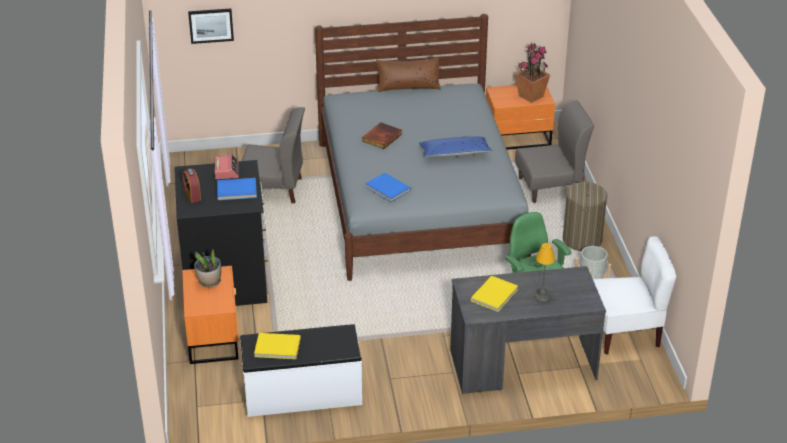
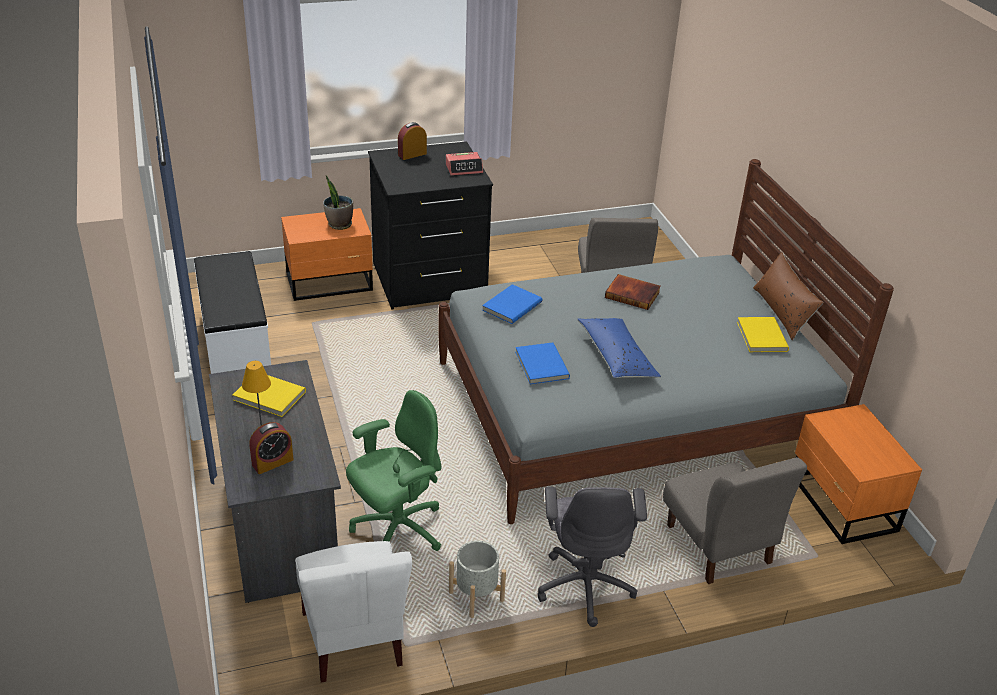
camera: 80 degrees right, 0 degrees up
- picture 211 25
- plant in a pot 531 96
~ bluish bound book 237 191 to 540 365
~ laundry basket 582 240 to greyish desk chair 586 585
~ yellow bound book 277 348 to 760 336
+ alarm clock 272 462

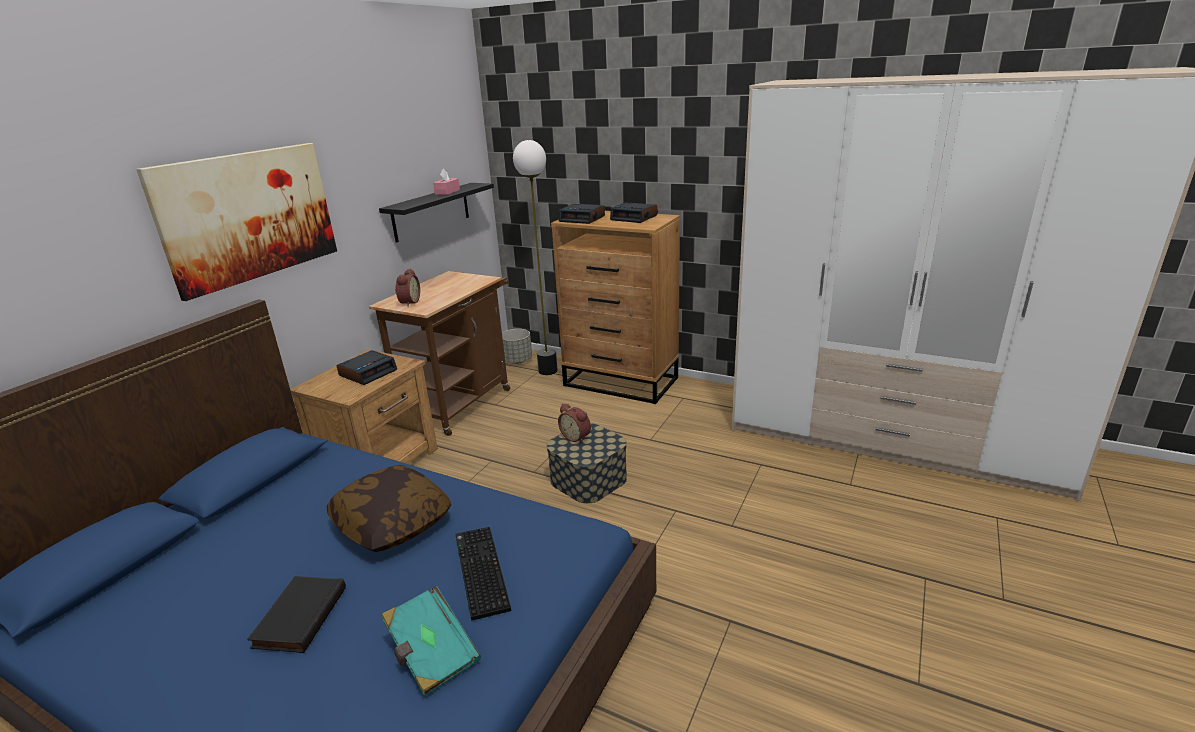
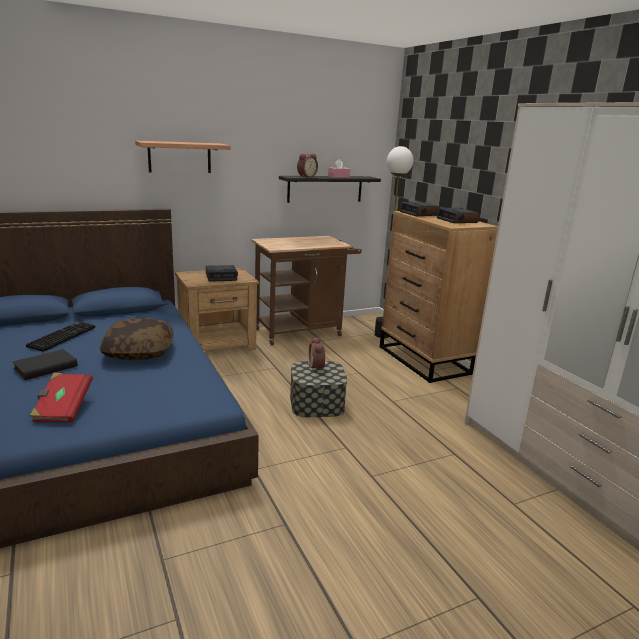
camera: 35 degrees right, 5 degrees down
~ picture 249 216 to bracket shelf 179 157
~ alarm clock 408 302 to 306 176
- greyish planter 517 360
~ computer keyboard 479 571 to 62 336
~ turquoise-coloured bound book 431 653 to red bound book 63 408

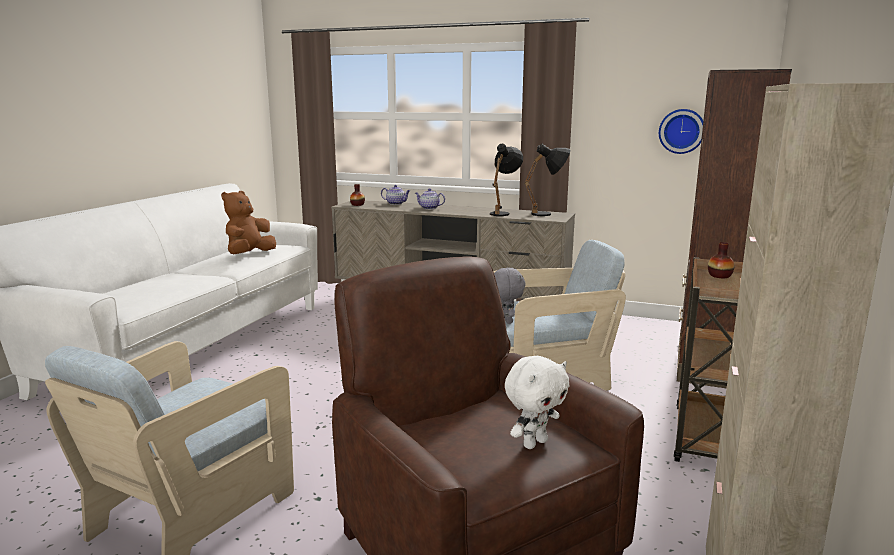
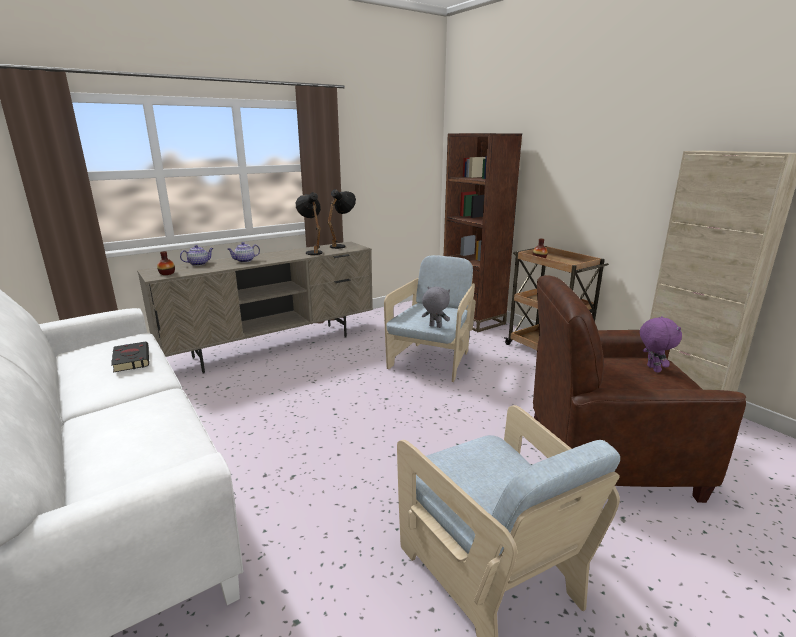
camera: 55 degrees left, 5 degrees up
- wall clock 681 131
~ brown-coloured cuddly toy 249 254 to black-coloured bound book 131 359
~ white-coloured cuddly toy 534 443 to purple-coloured cuddly toy 652 369

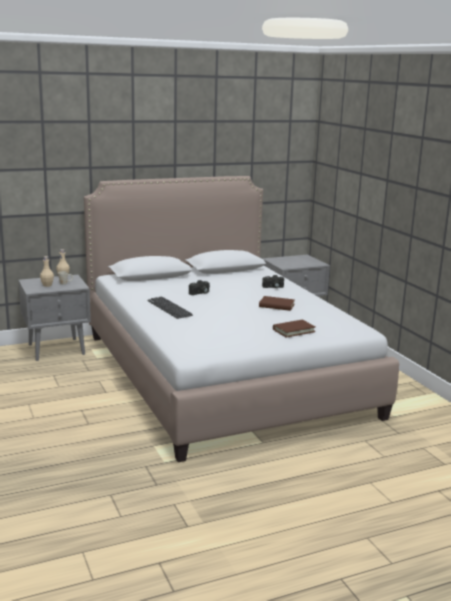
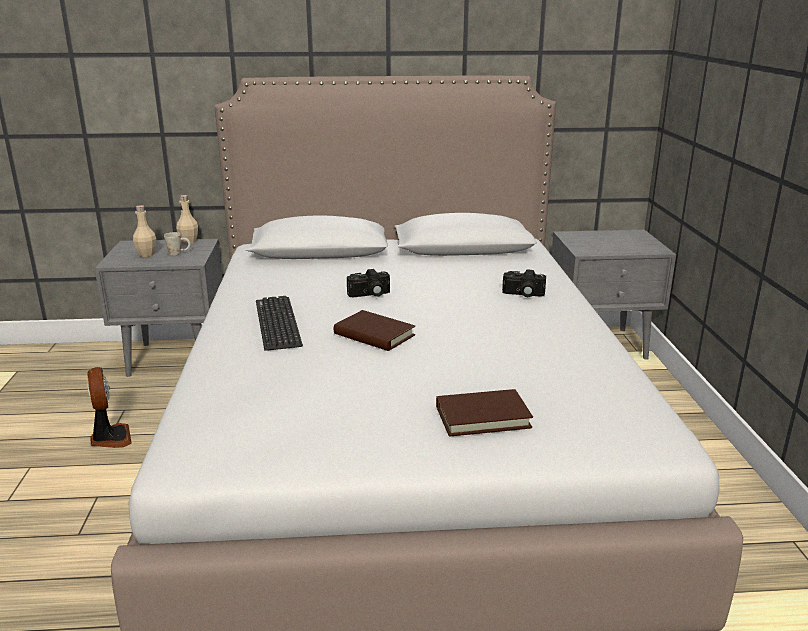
camera: 20 degrees right, 5 degrees up
~ brown-coloured bound book 276 305 to 374 335
+ electric fan 110 438

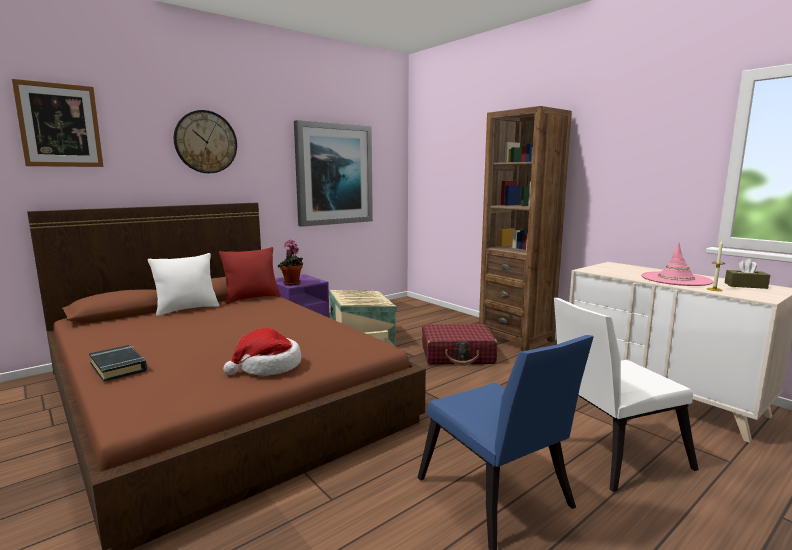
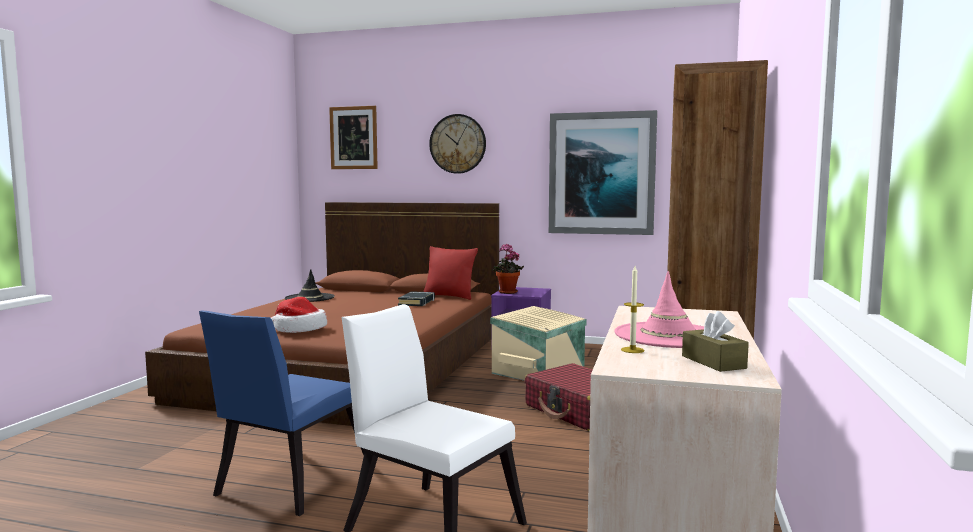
camera: 55 degrees right, 5 degrees down
- white-coloured cushion 187 309
~ black-coloured bound book 118 367 to 417 302
+ black-coloured wearable hat 310 298

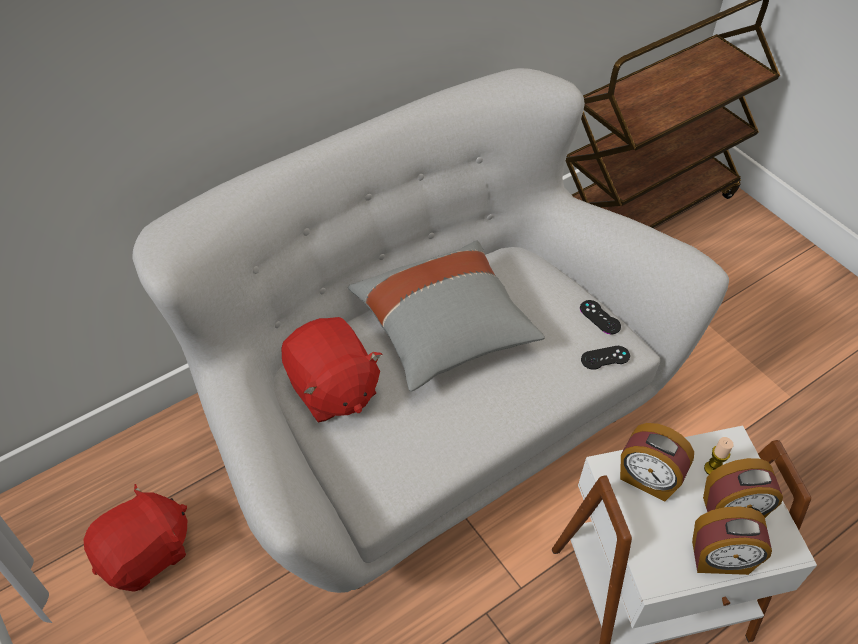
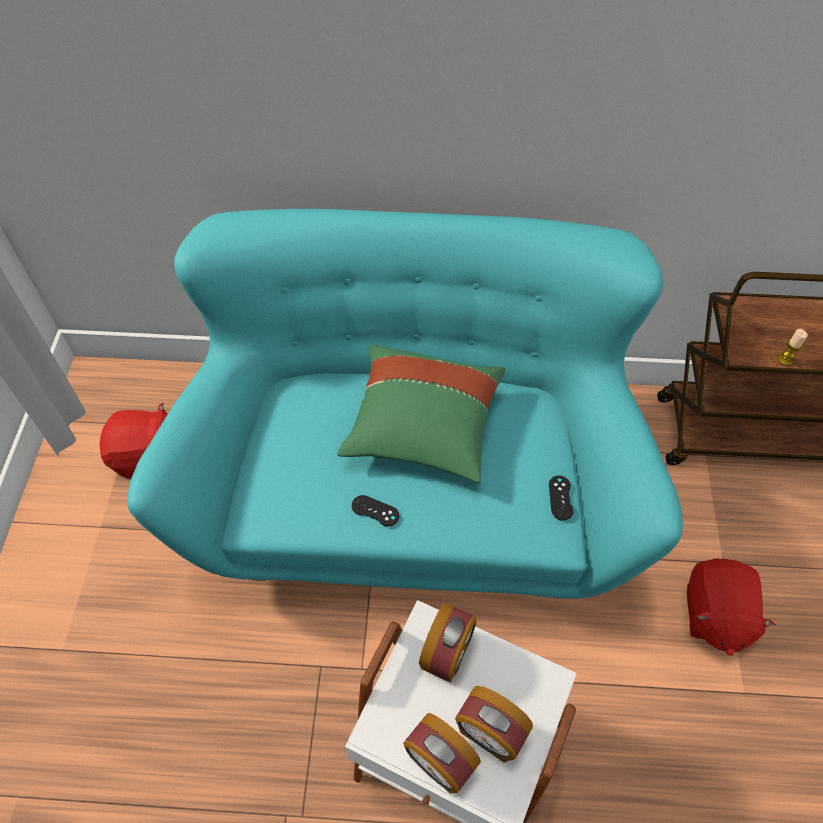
camera: 40 degrees right, 5 degrees up
~ white-coloured settee 428 417 to turquoise-coloured settee 411 491
~ greyish cushion 444 331 to greenish cushion 422 426
~ red cuddly toy 332 389 to 714 614
~ black-coloured gamepad 605 358 to 375 511
~ alarm clock 647 479 = 447 654 135 degrees counterclockwise
~ wax light 712 469 to 785 359

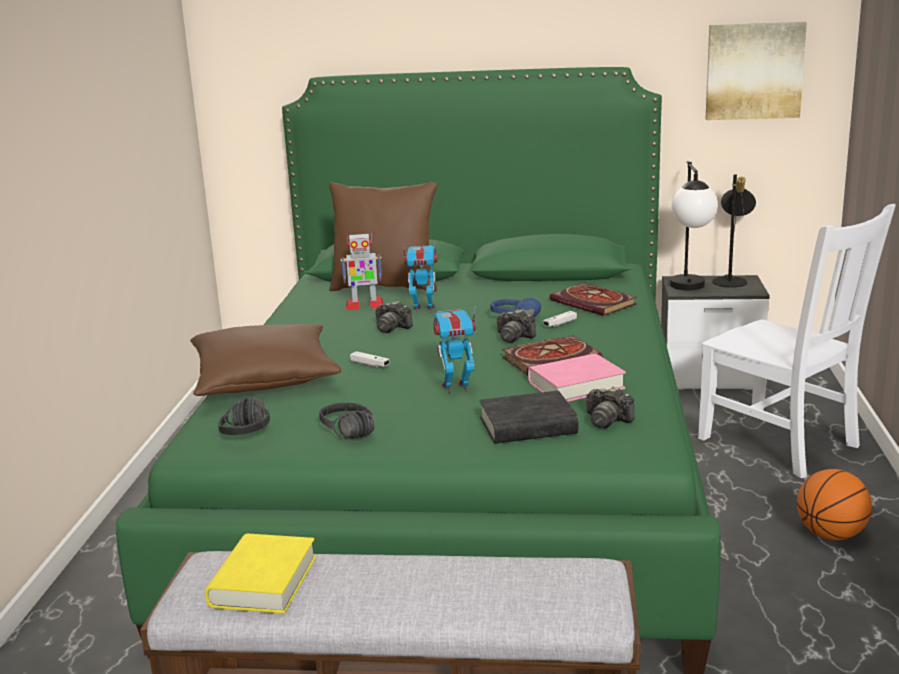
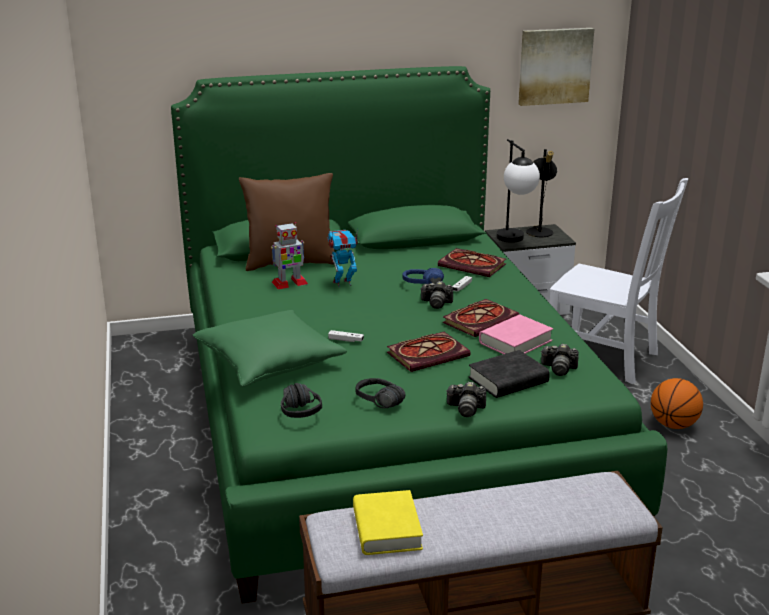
camera: 20 degrees left, 5 degrees up
~ still camera 391 328 to 466 409
~ toy robot 456 388 to bound book 428 354
~ brown-coloured cushion 265 379 to greenish cushion 269 363

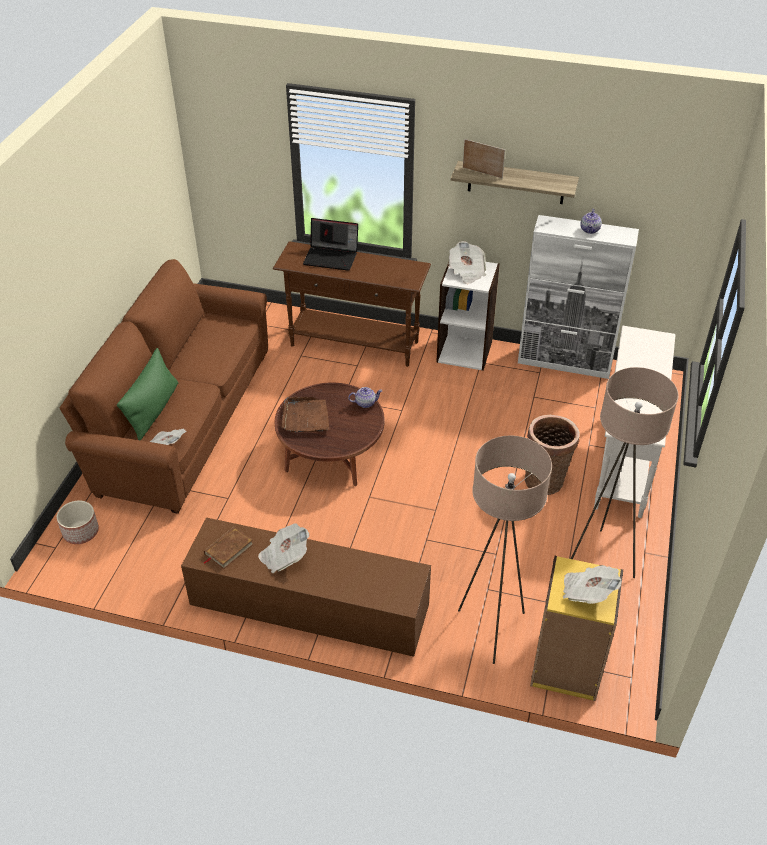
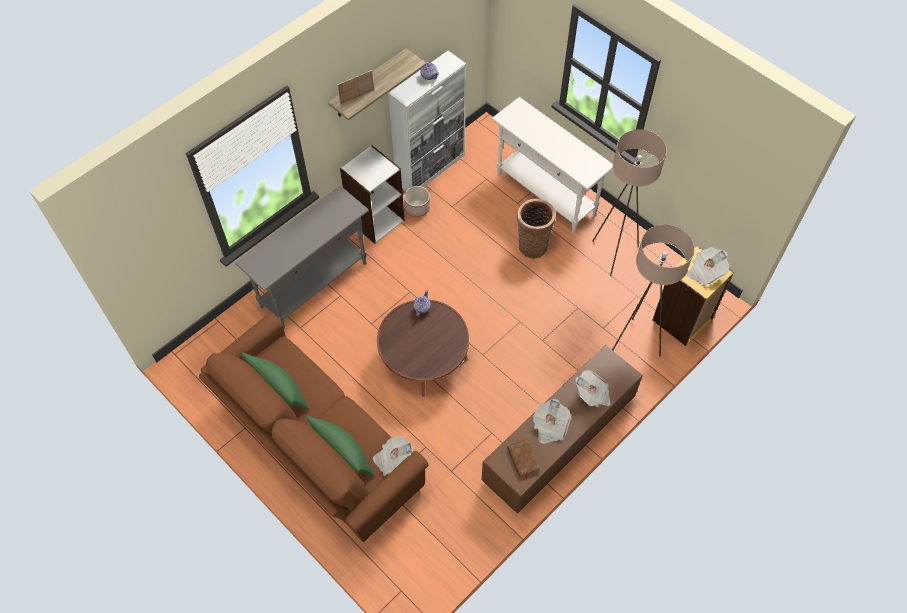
camera: 60 degrees left, 15 degrees up
- notebook computer 332 257
~ brown-coloured narrow table 354 344 to greyish narrow table 314 285
~ printed paper 467 272 to 592 394
- brown-coloured carrying tray 305 417
~ planter 81 531 to 417 207
+ greenish cushion 279 389

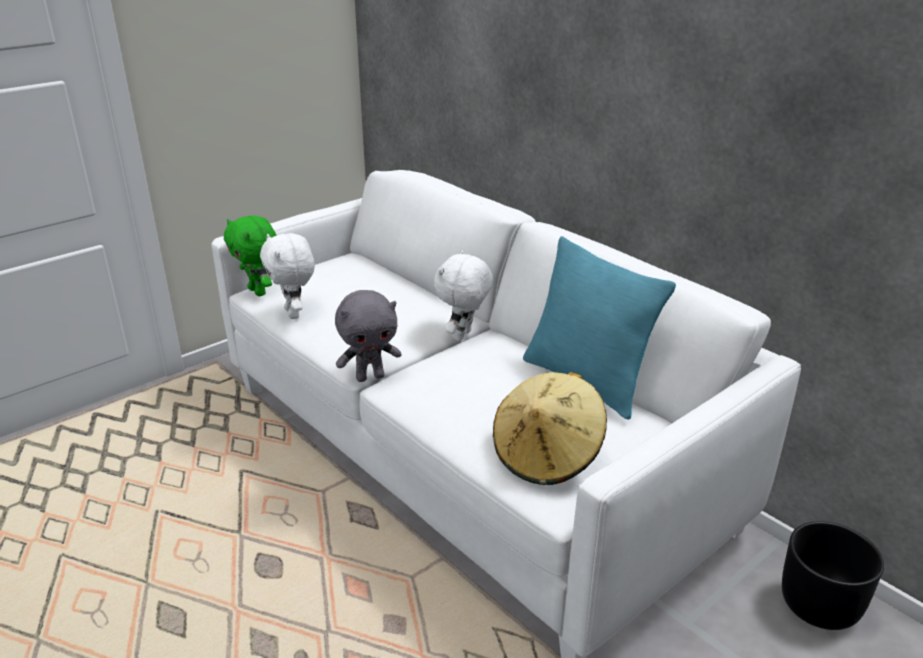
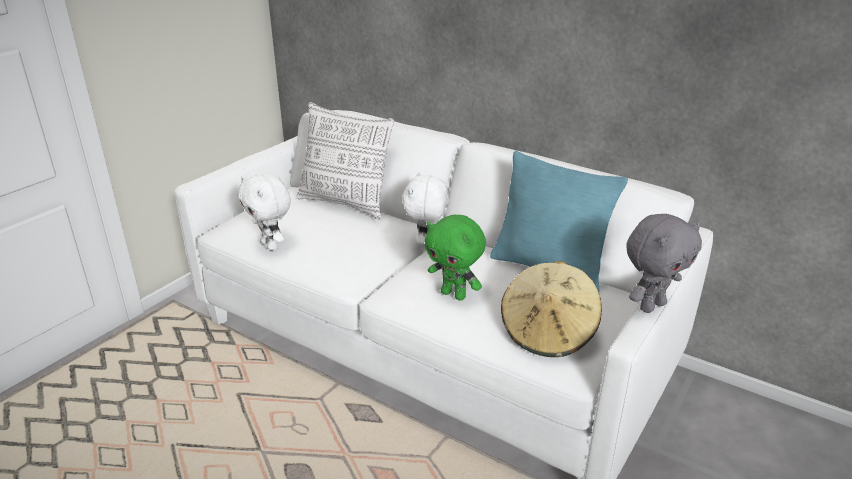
camera: 15 degrees left, 0 degrees up
~ greenish cuddly toy 259 291 to 454 295
~ greyish cuddly toy 370 377 to 651 306
- black-coloured planter 820 605
+ cushion 345 203

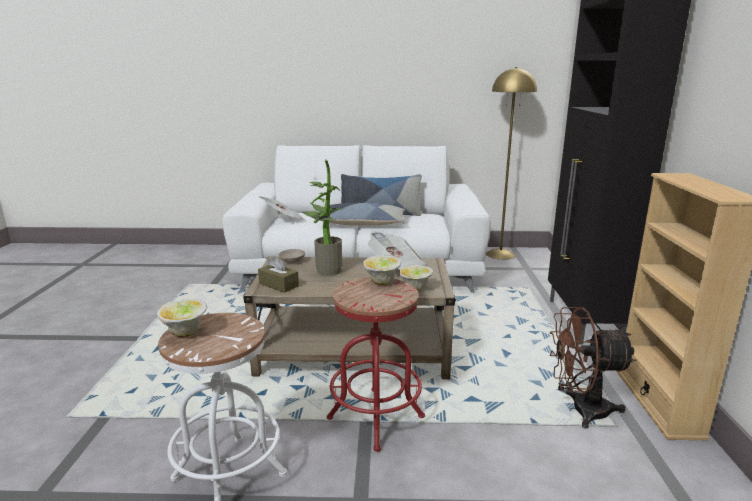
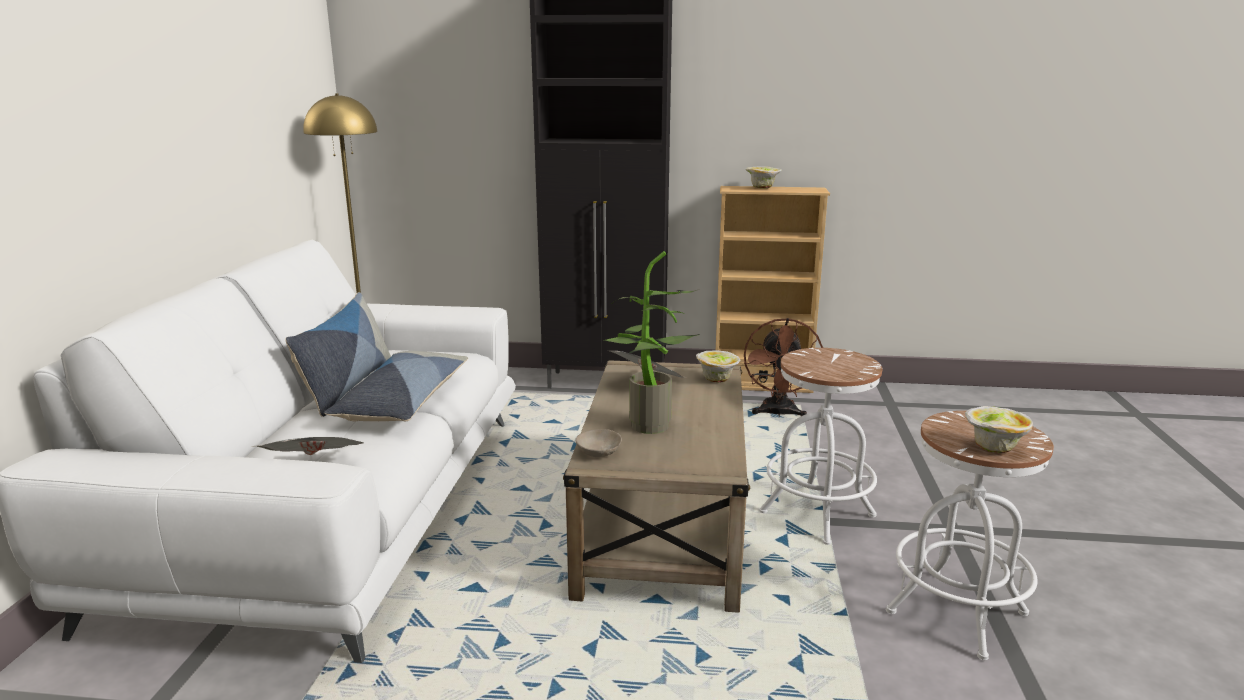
camera: 85 degrees left, 0 degrees up
- brown-coloured box of tissues 278 285
~ bowl 383 282 to 762 188
~ red stool 375 418 to white-coloured stool 817 514

